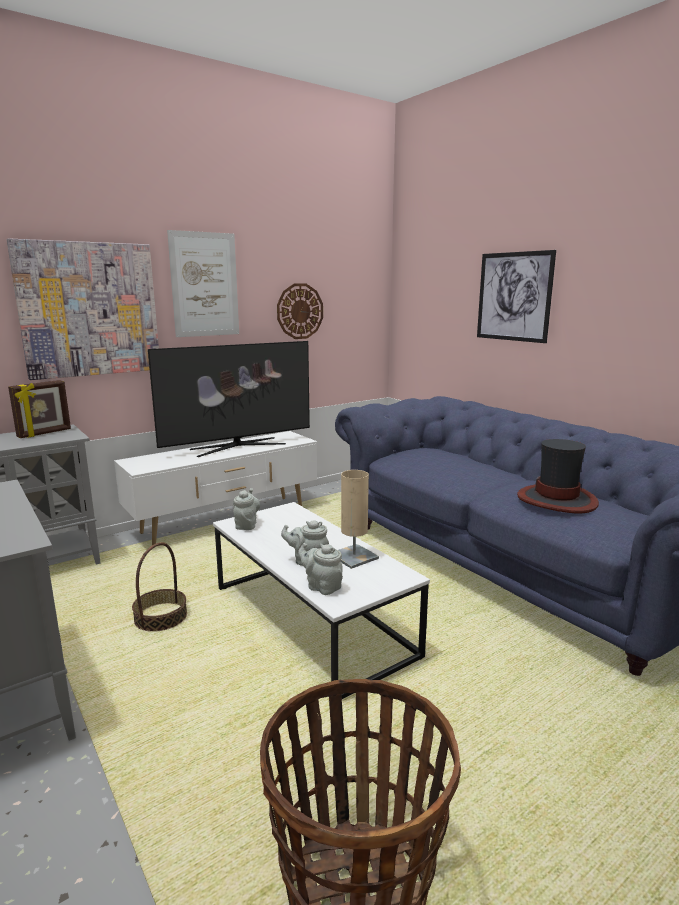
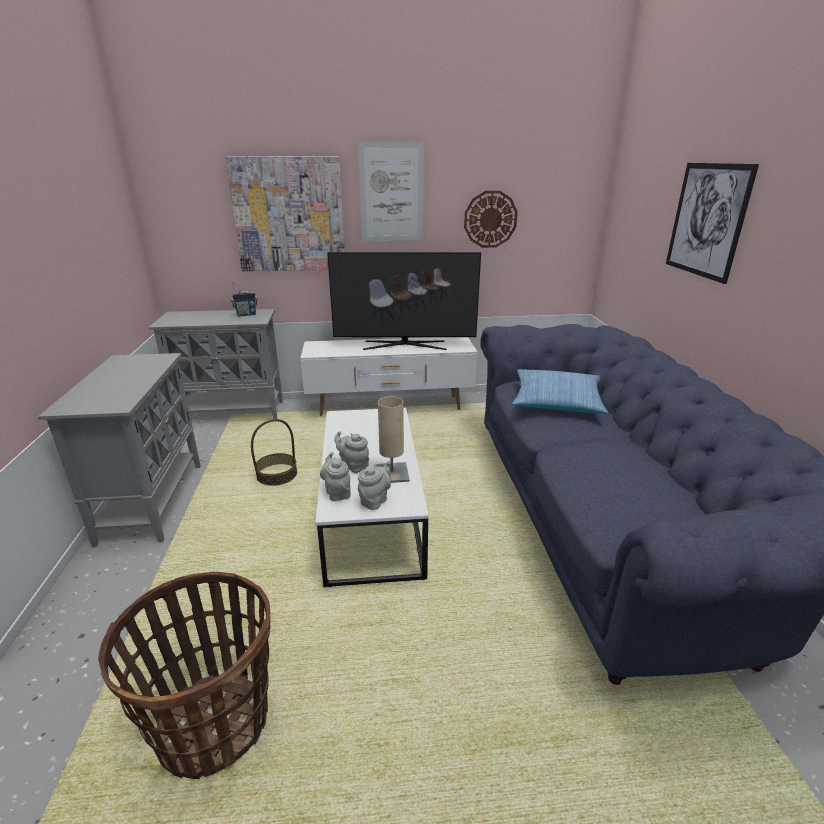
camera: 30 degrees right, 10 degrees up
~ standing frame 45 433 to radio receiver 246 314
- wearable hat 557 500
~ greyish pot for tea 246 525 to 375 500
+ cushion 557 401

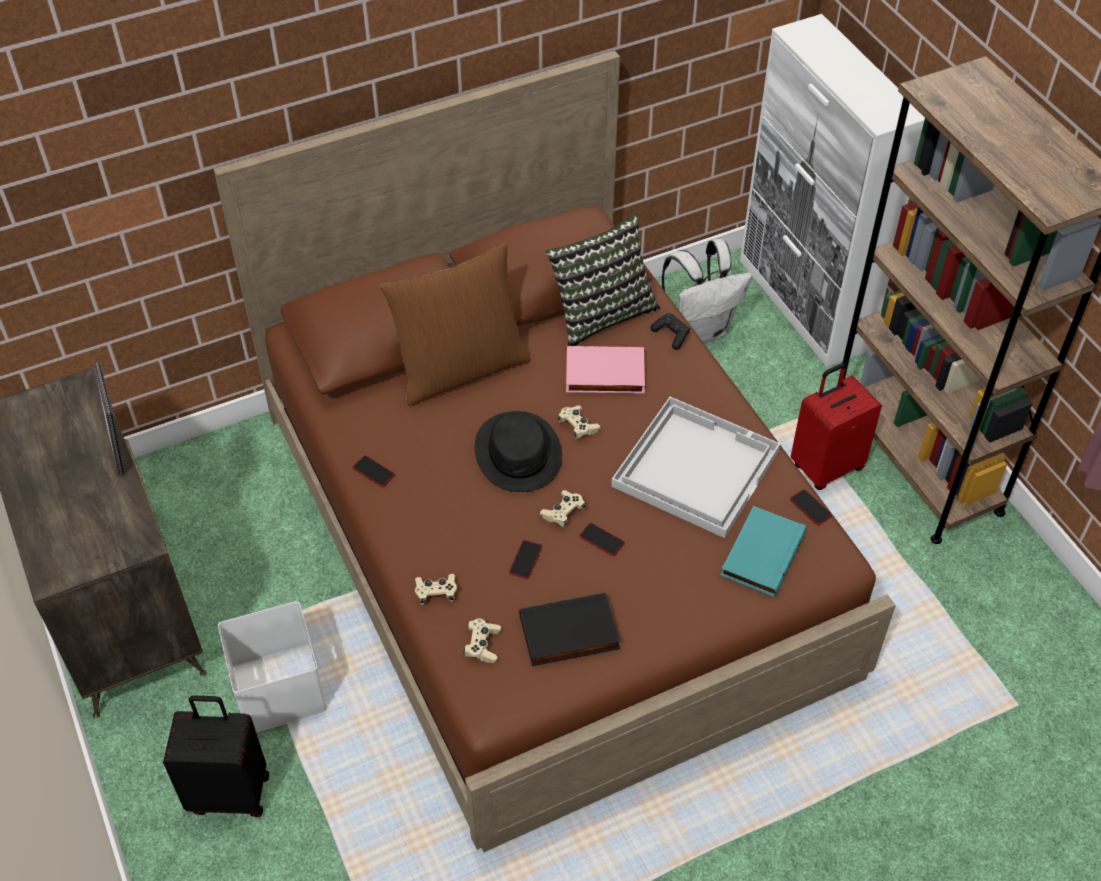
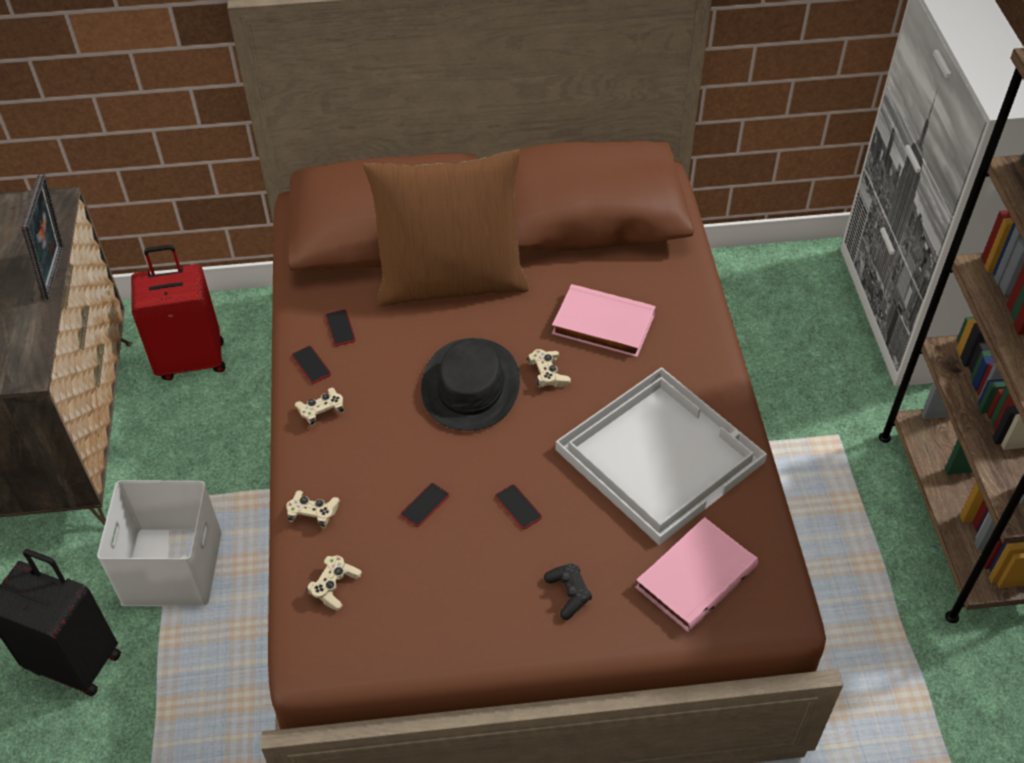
camera: 20 degrees right, 0 degrees up
- cushion 601 313
- white-coloured rucksack 700 330
~ black-coloured gamepad 671 335 to 568 594
~ red travel case 826 466 to 191 359
~ telephone 810 508 to 340 328
~ beige gamepad 563 513 to 321 411
~ turquoise-coloured bound book 761 553 to pink-coloured bound book 694 575
- black-coloured bound book 569 634

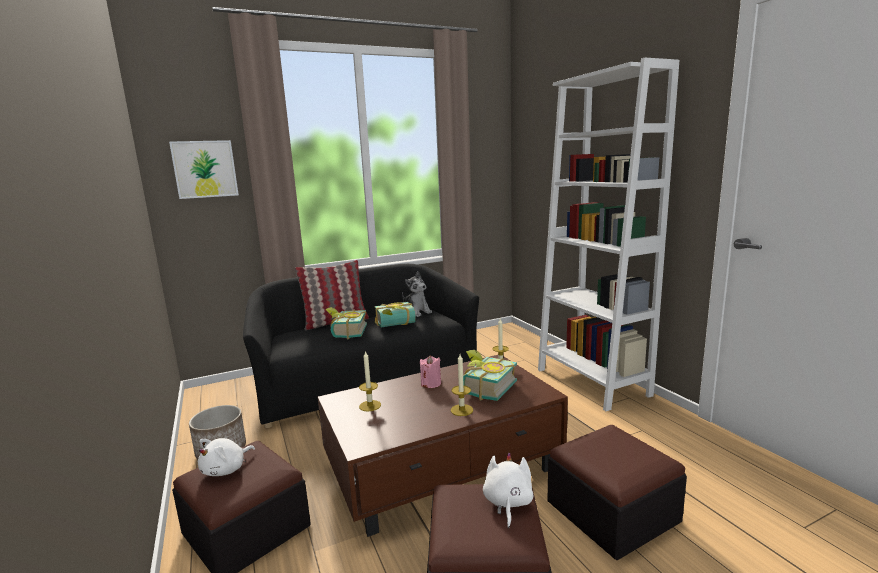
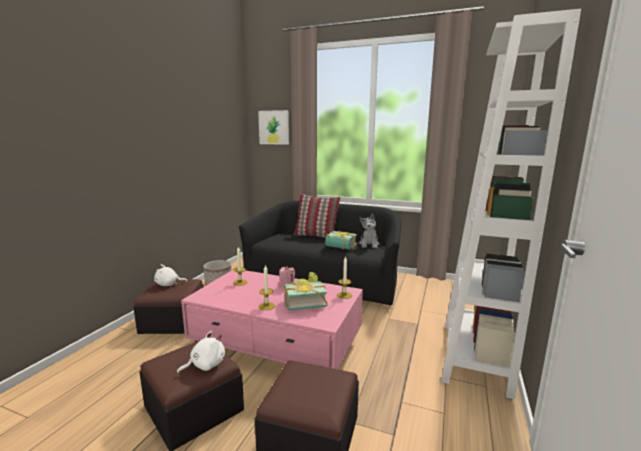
camera: 45 degrees right, 0 degrees up
- bound book 345 333
~ brown-coloured lounge table 445 467 to pink-coloured lounge table 278 346

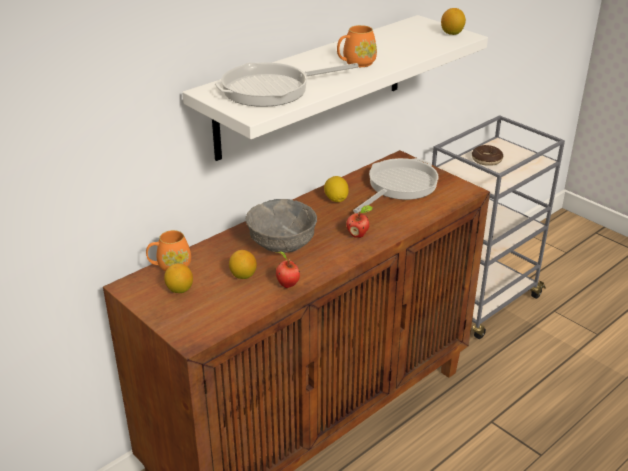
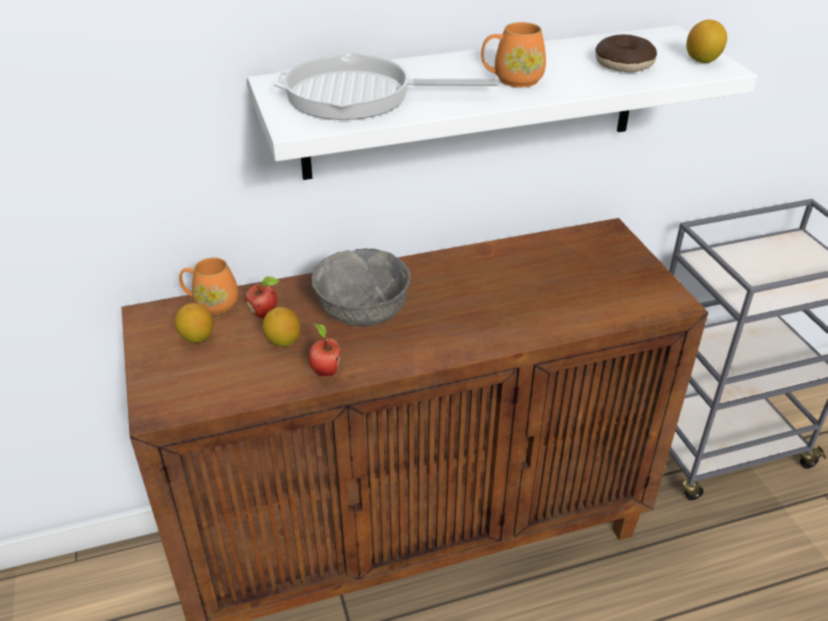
camera: 25 degrees right, 5 degrees up
~ donut 486 160 to 624 64
- frying pan 399 186
- lemon 336 199
~ apple 358 235 to 265 313

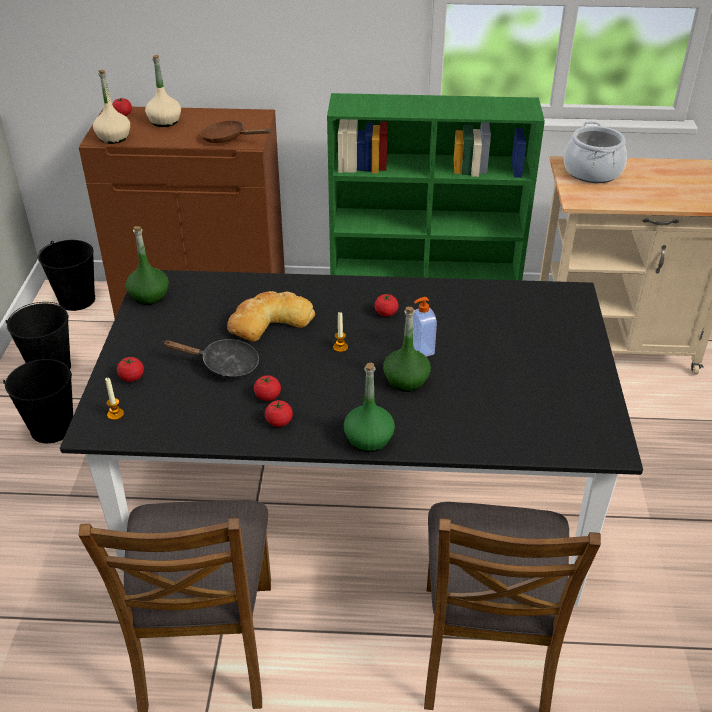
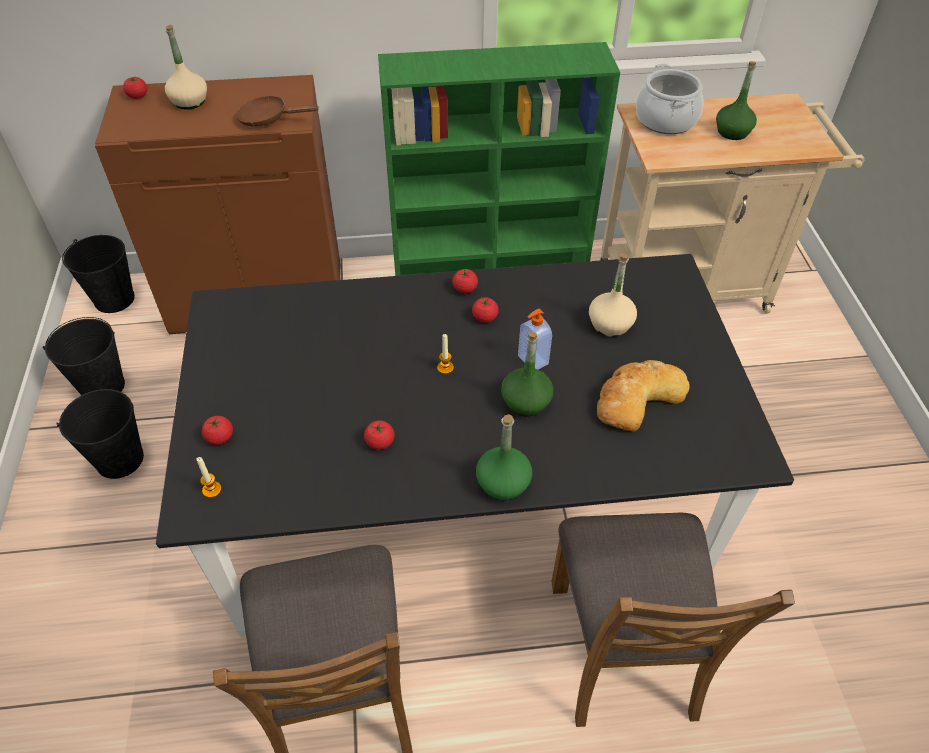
camera: 10 degrees left, 10 degrees up
~ beige drink bottle 114 137 to 610 324
~ greenish drink bottle 149 296 to 732 132
~ baked bread 269 321 to 637 398
- black-coloured frying pan 224 365
~ tomato 279 422 to 465 289

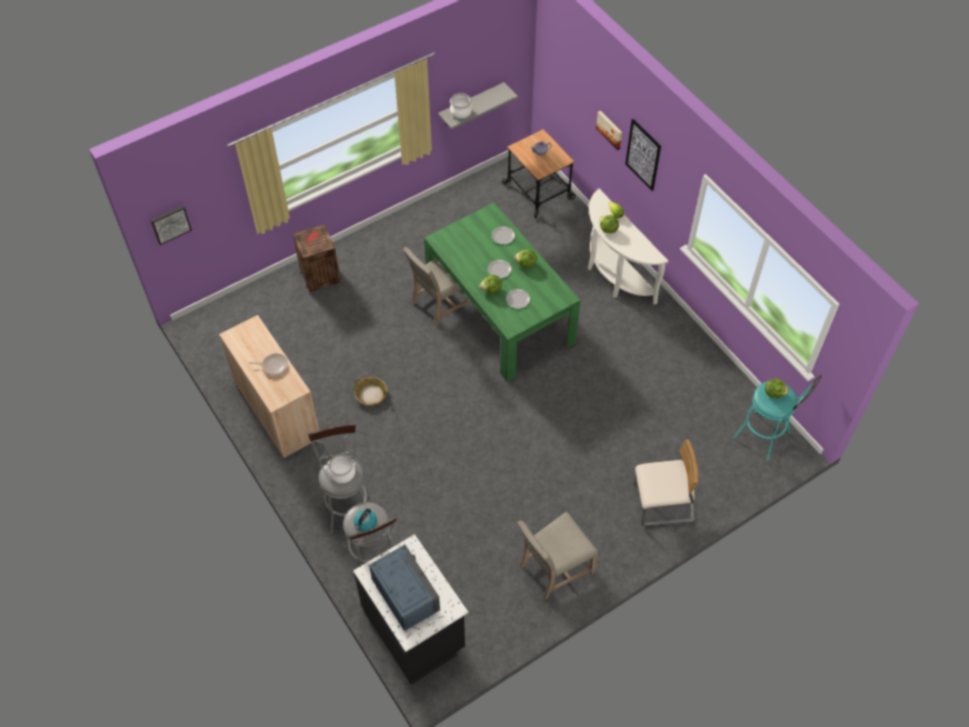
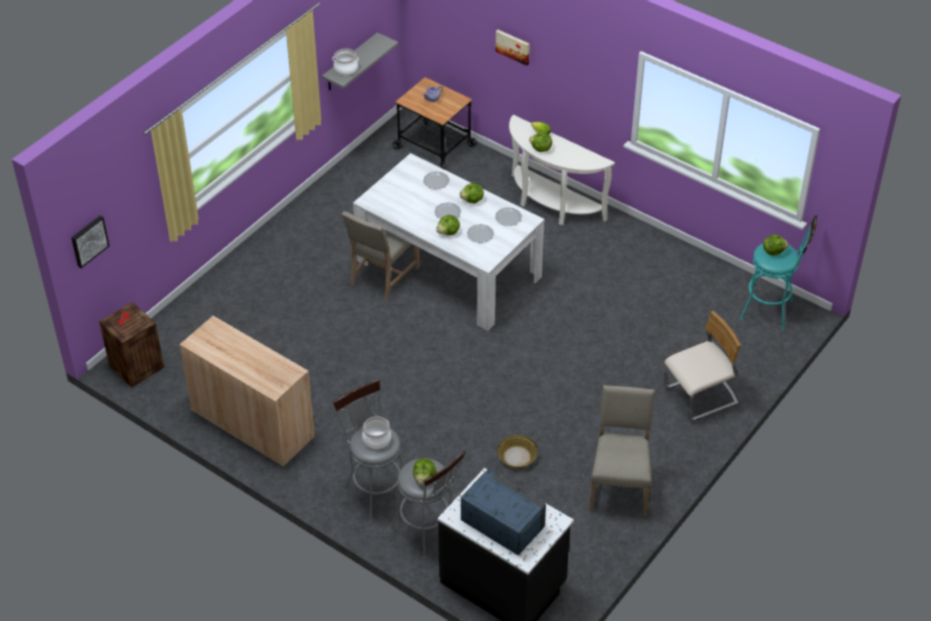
camera: 20 degrees left, 10 degrees down
- picture 643 155
~ greenish kitchen table 499 312 to white-coloured kitchen table 448 268
~ packing crate 319 275 to 135 366
- frying pan 273 365
~ storage basket 371 394 to 516 457
~ kettle 365 523 to head of lettuce 424 478
~ beige plain chair 553 569 = 619 486 150 degrees clockwise
+ flat dish 508 217

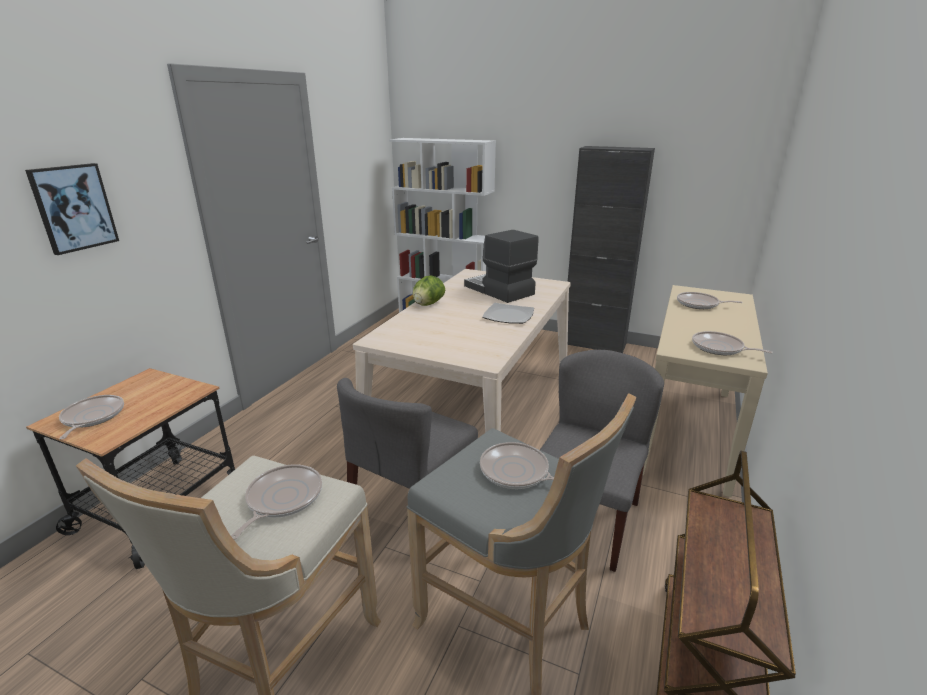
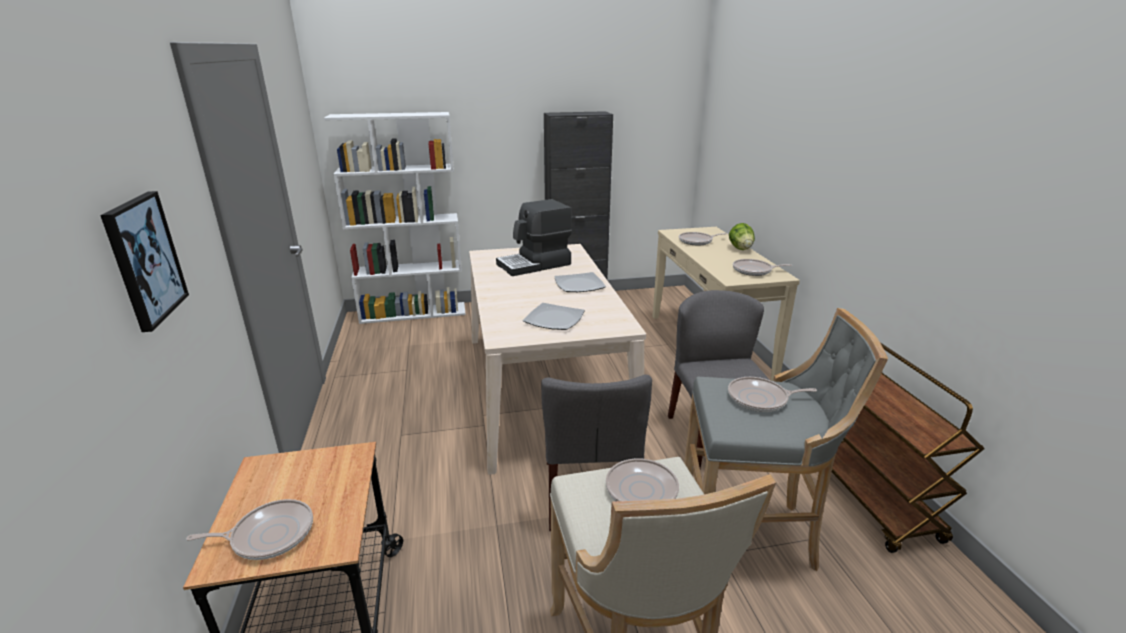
camera: 35 degrees left, 0 degrees up
~ coffee brewer 498 290 = 535 265 45 degrees counterclockwise
~ head of lettuce 428 304 to 740 249
~ frying pan 92 417 = 269 535 120 degrees clockwise
+ flat dish 555 319

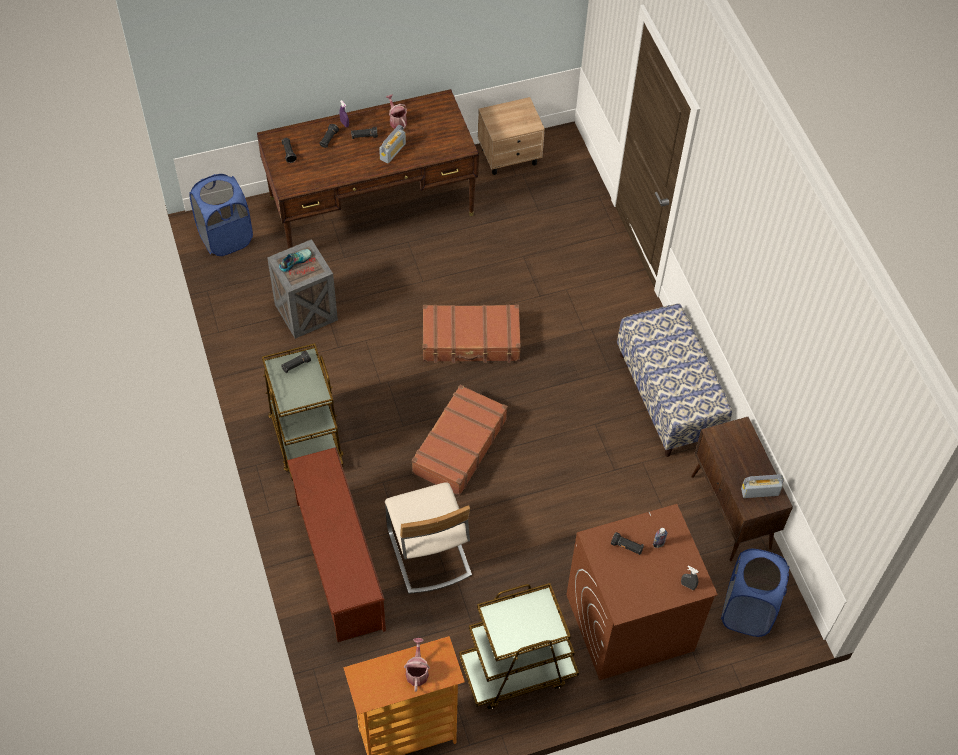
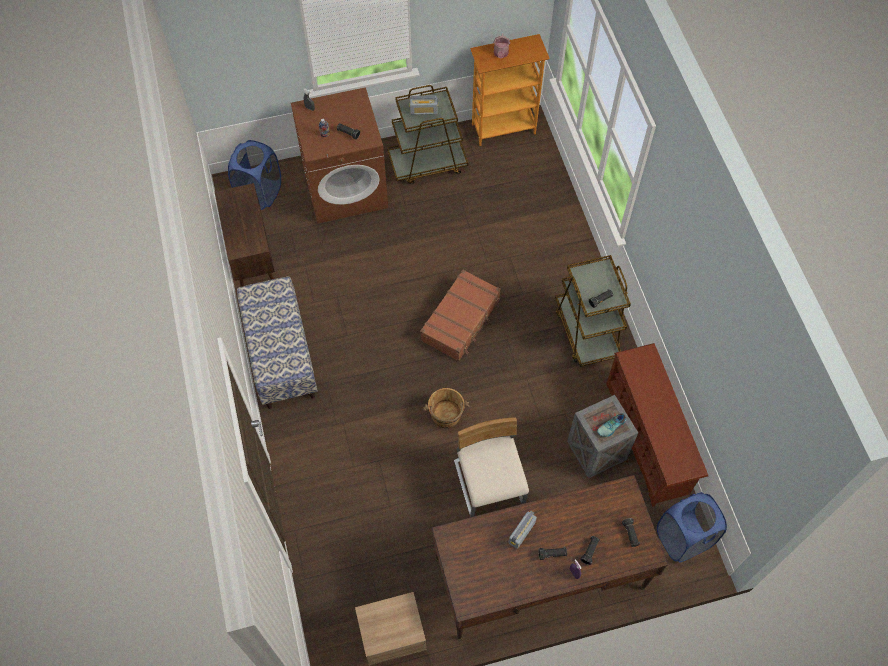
camera: 175 degrees left, 5 degrees up
- watering pot 397 120
~ brown-coloured travel case 471 341 to brown-coloured water bucket 446 415
~ brown-coloured shoe stand 338 564 to 648 439
~ radio receiver 759 492 to 423 111
~ beige plain chair 428 552 to 489 483

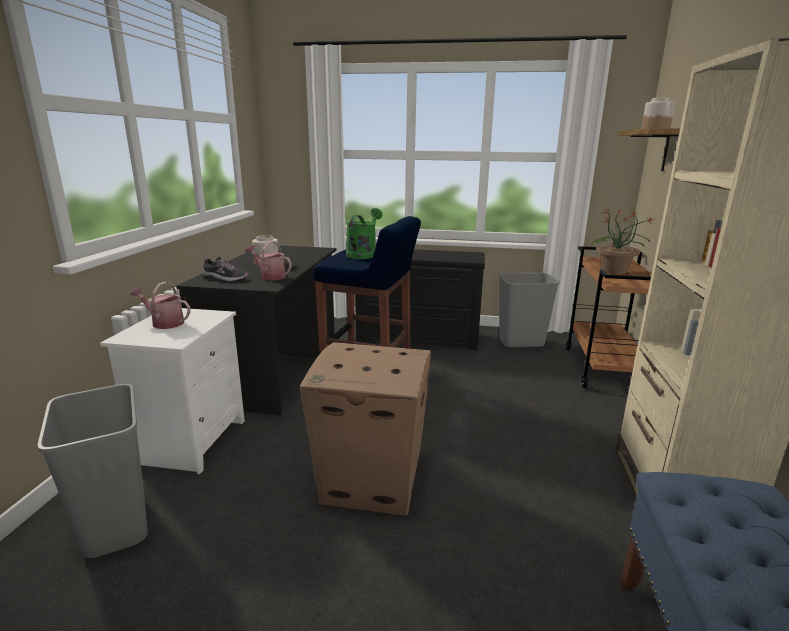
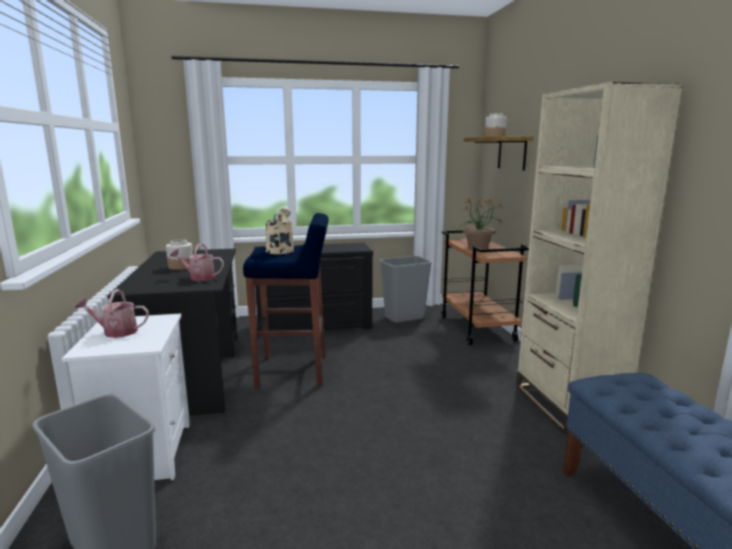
camera: 20 degrees left, 5 degrees down
~ greenish watering pot 363 254 to beige watering pot 280 249
- item of footwear 225 278
- cardboard box 373 480

